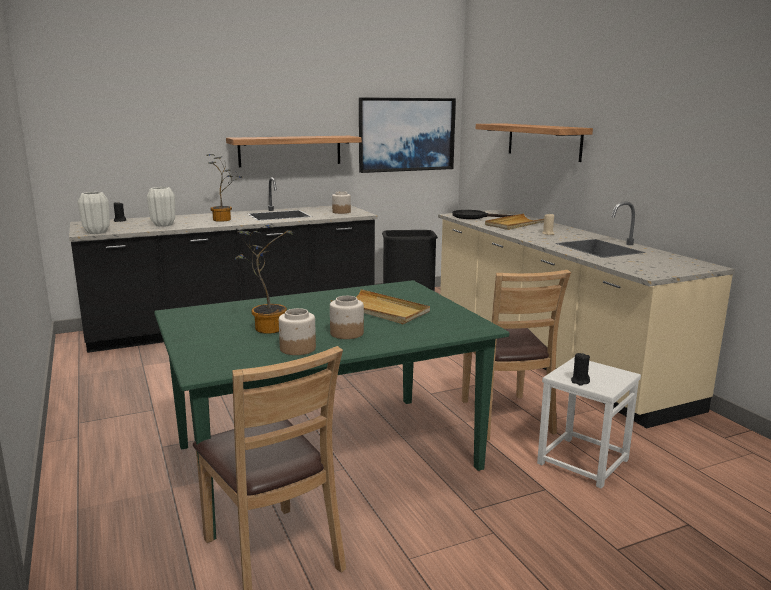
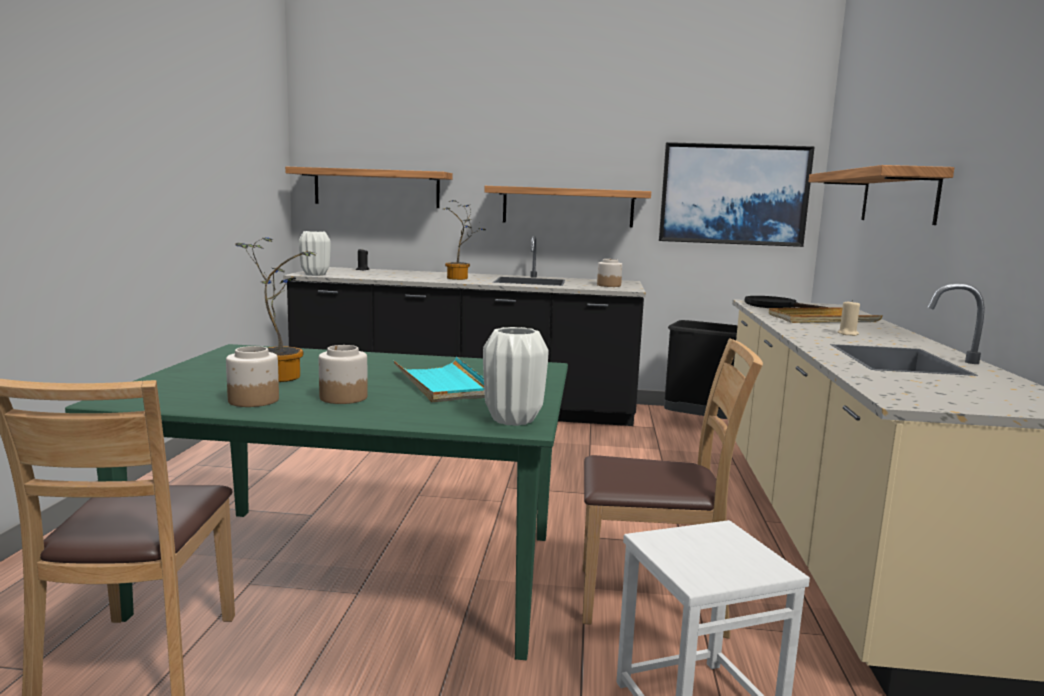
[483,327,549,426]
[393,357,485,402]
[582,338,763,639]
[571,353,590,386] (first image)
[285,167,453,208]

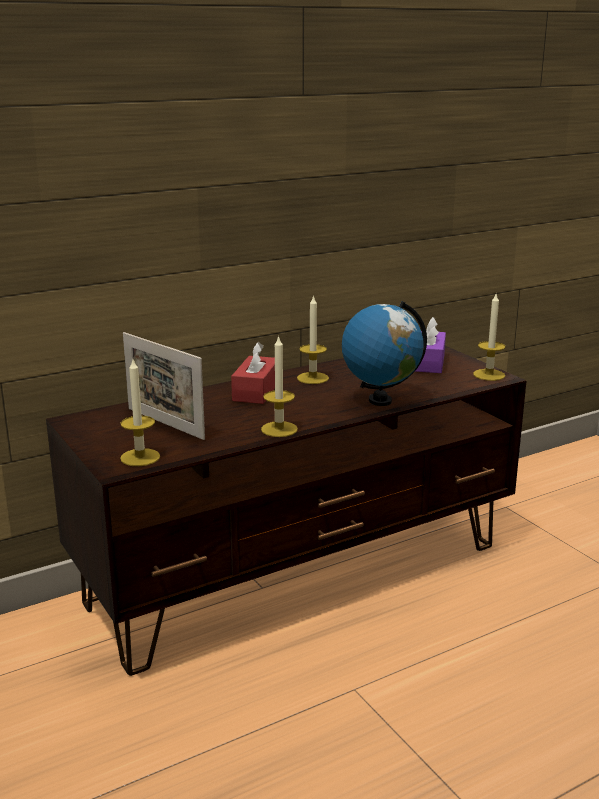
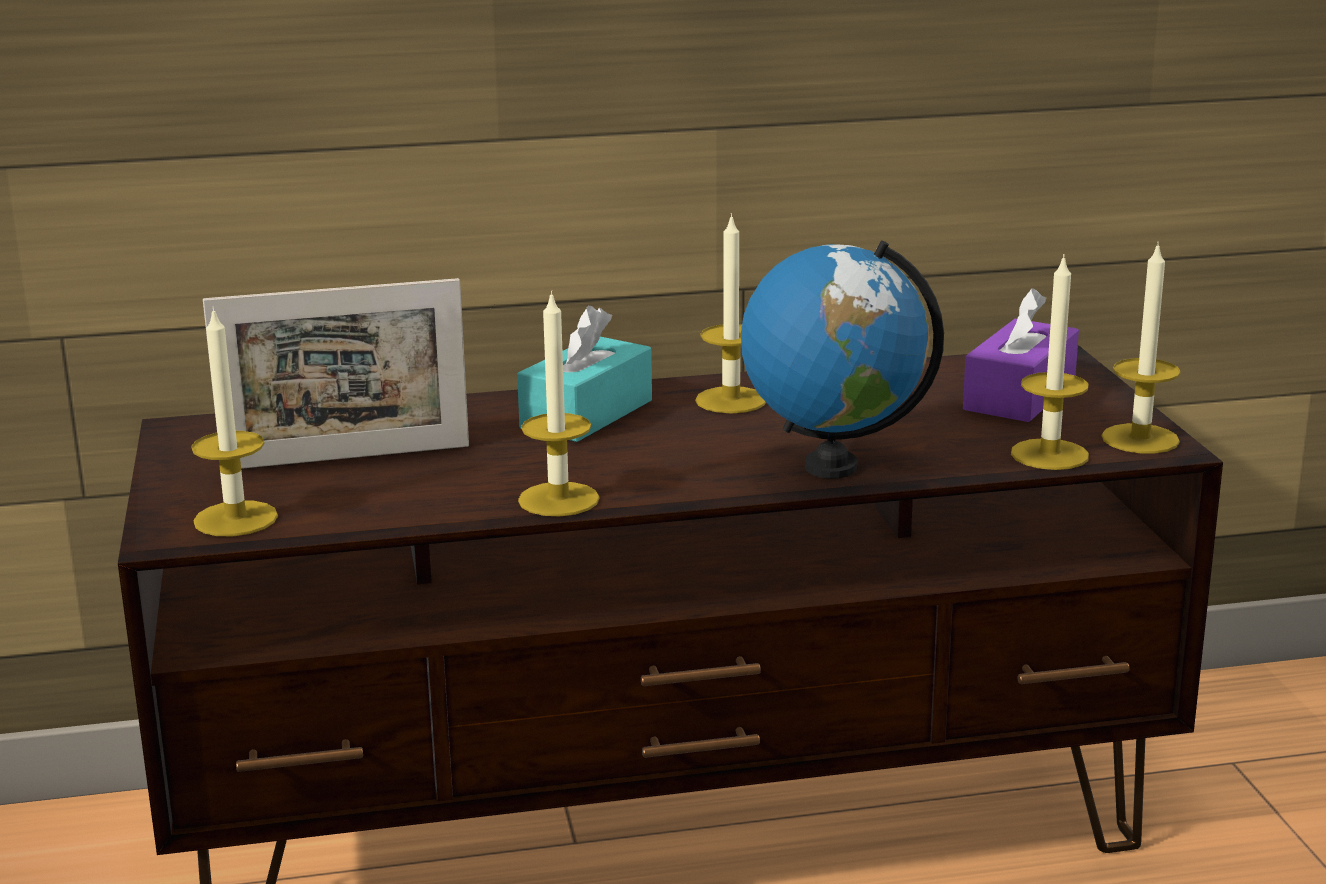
[203,278,469,469]
[517,306,652,442]
[1011,254,1089,470]

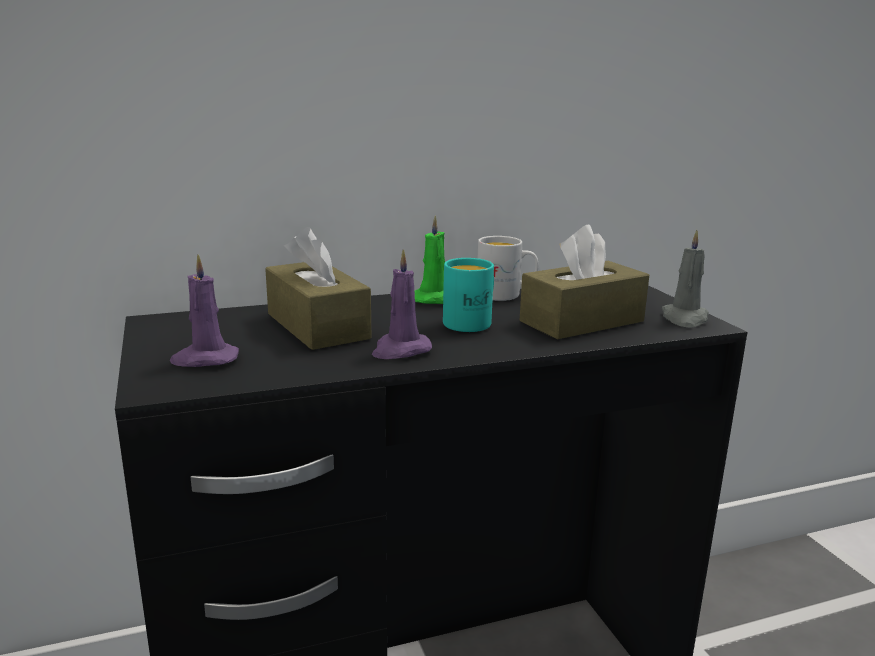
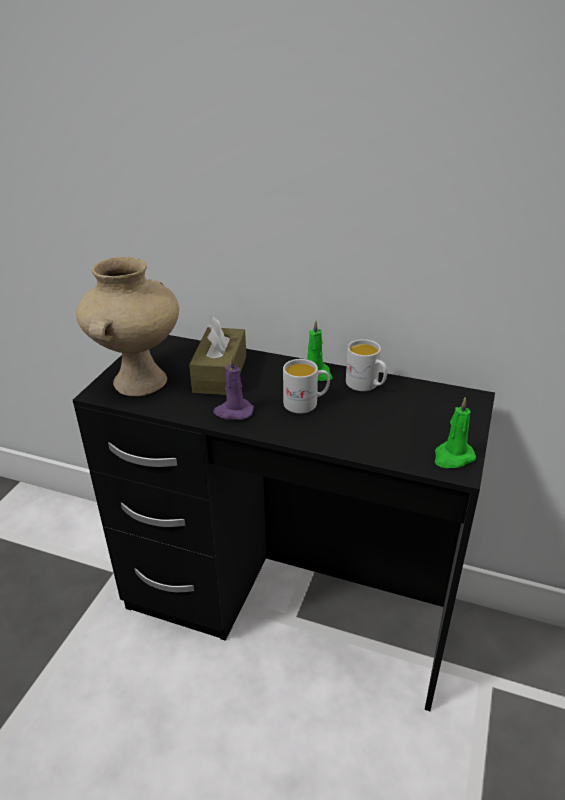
[76,257,179,396]
[283,359,330,413]
[520,225,649,339] (first image)
[435,397,476,468]

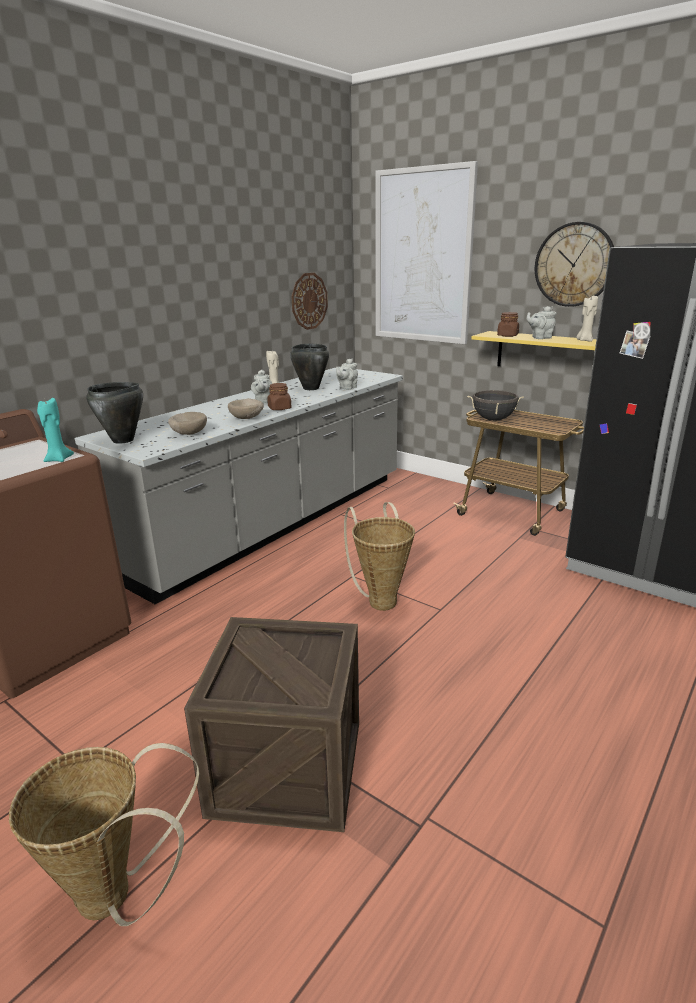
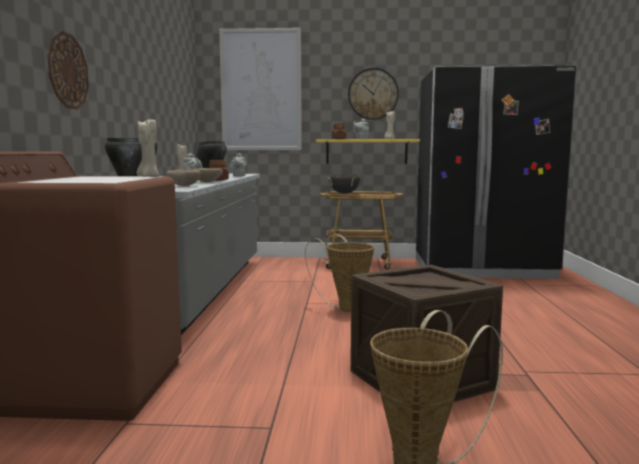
[136,117,159,177]
[47,31,89,110]

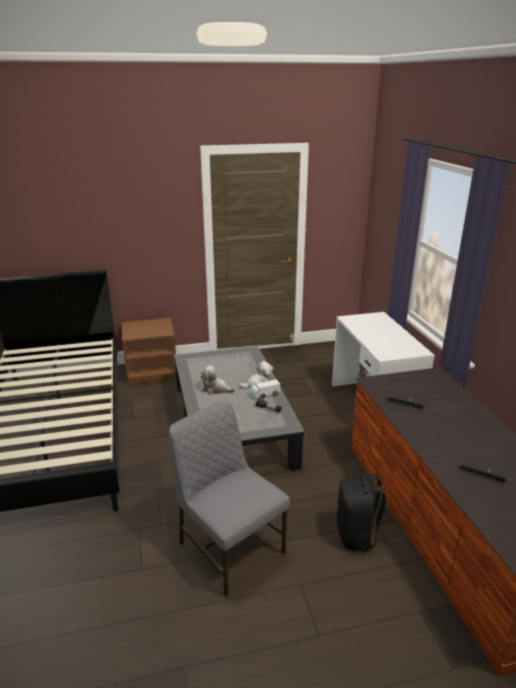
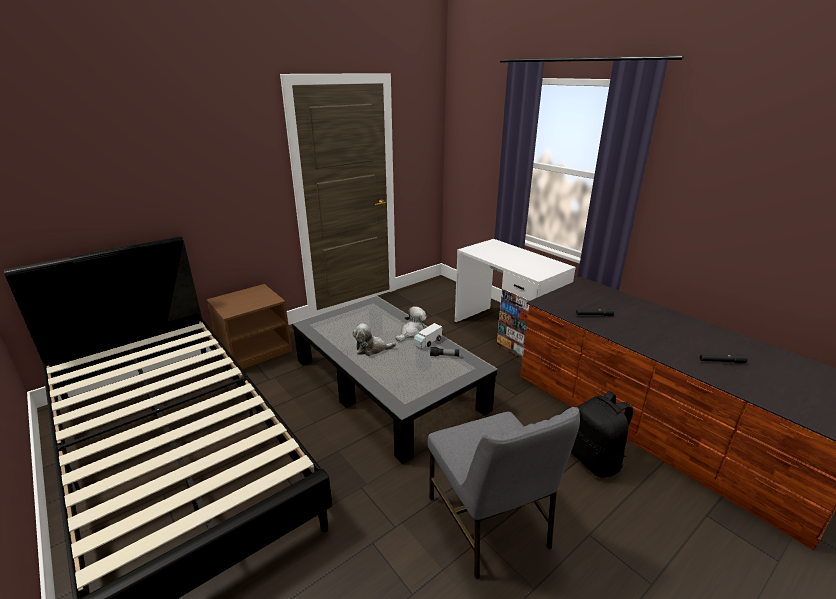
[428,407,580,580]

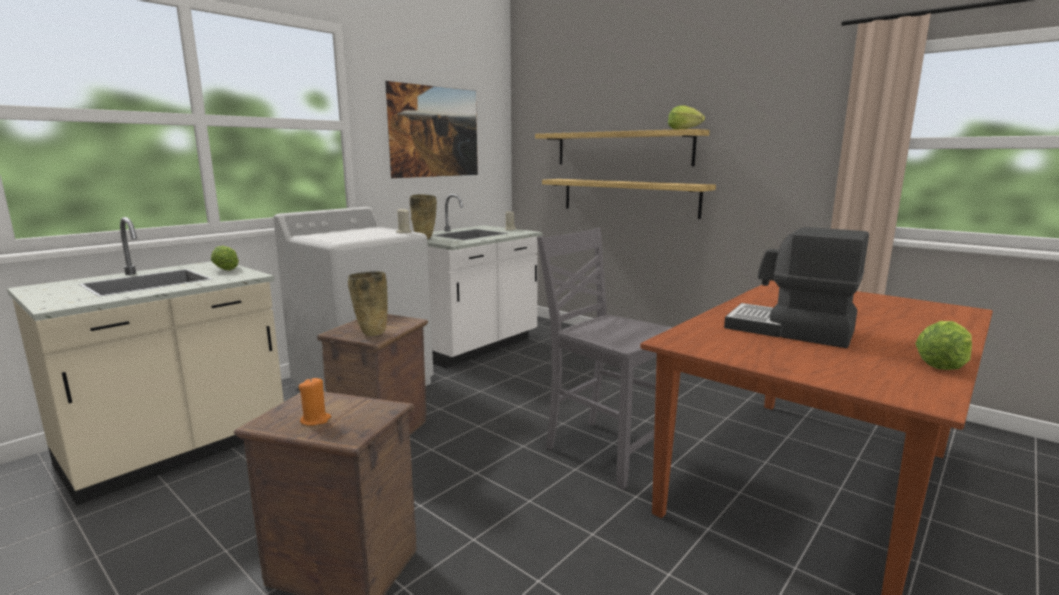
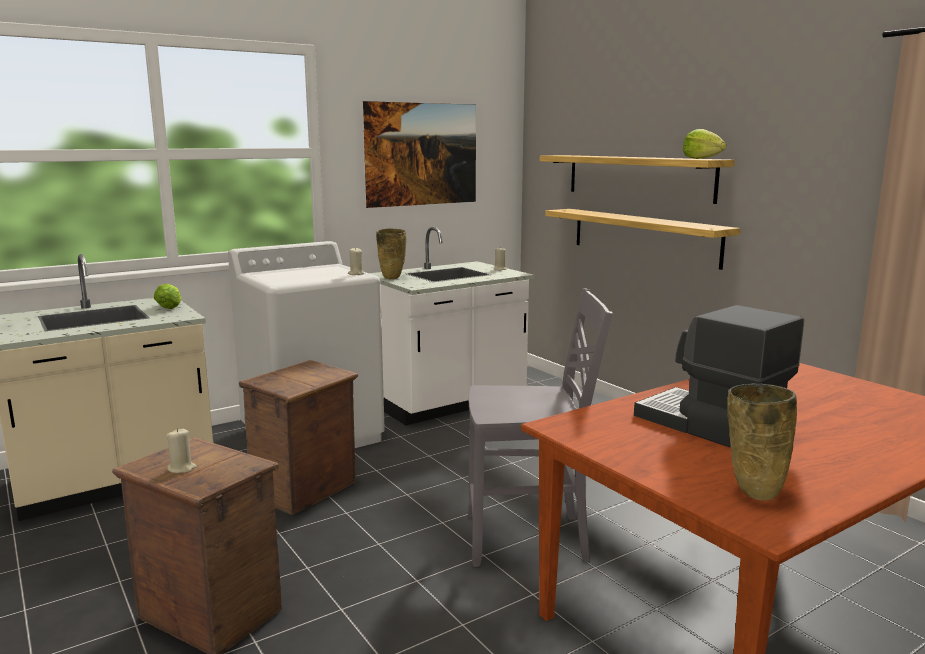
[166,428,197,473]
[727,383,797,500]
[468,288,612,567]
[915,321,972,370] (first image)

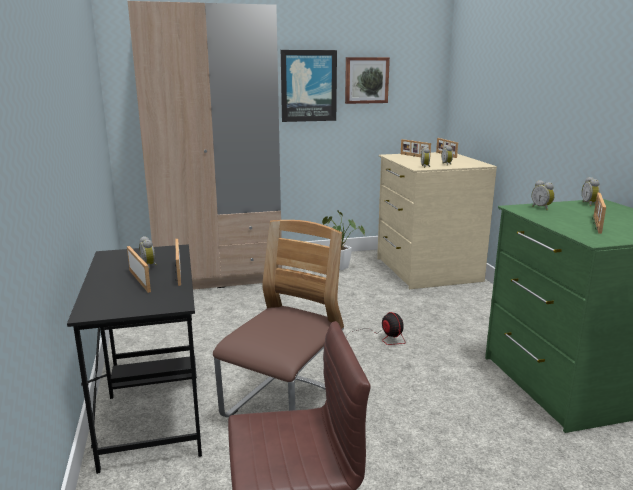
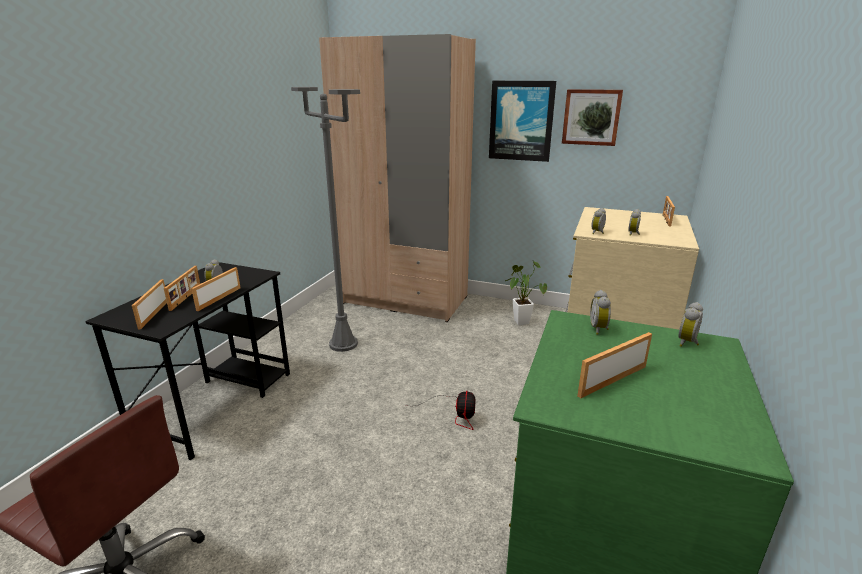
[213,220,344,417] (first image)
[132,279,167,329]
[291,87,360,352]

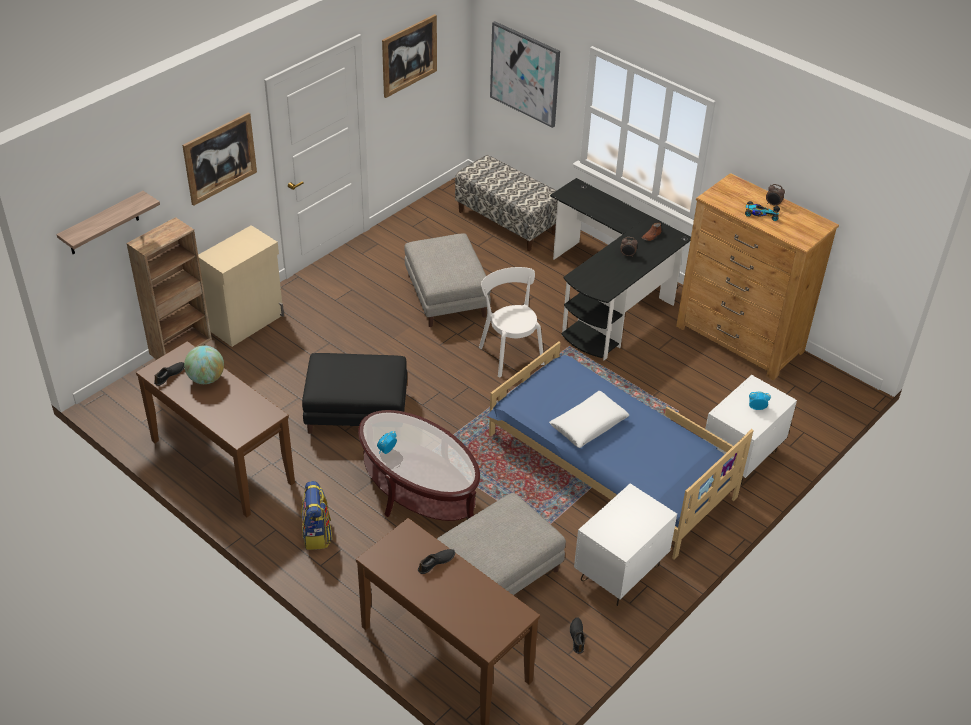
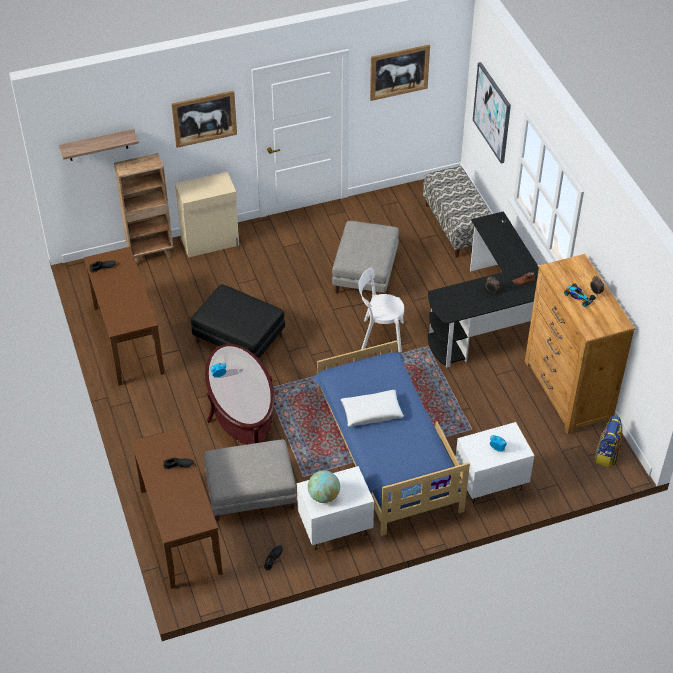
[308,470,340,503]
[595,415,623,467]
[358,268,404,352]

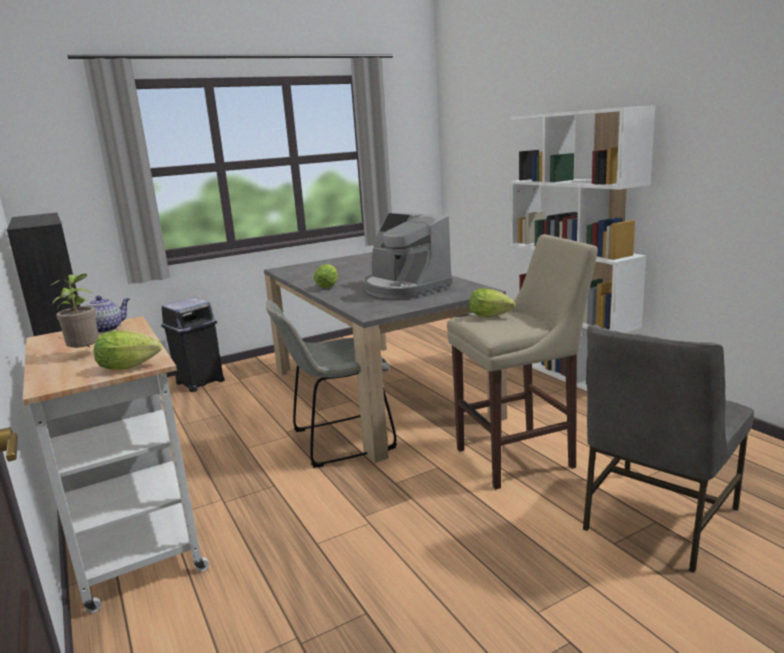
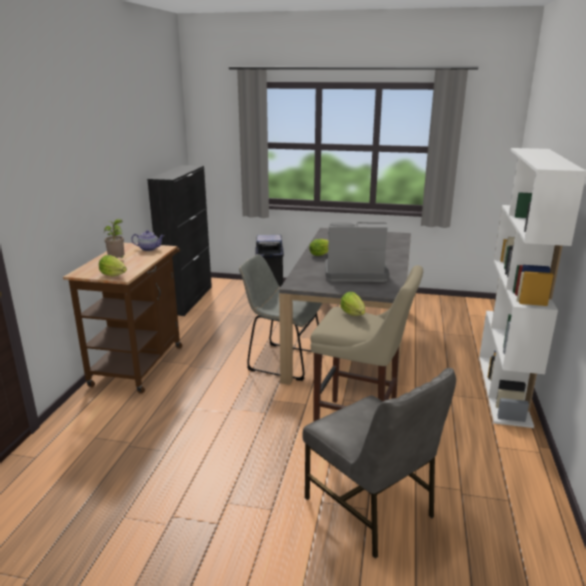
[63,243,182,394]
[325,222,390,282]
[302,368,456,559]

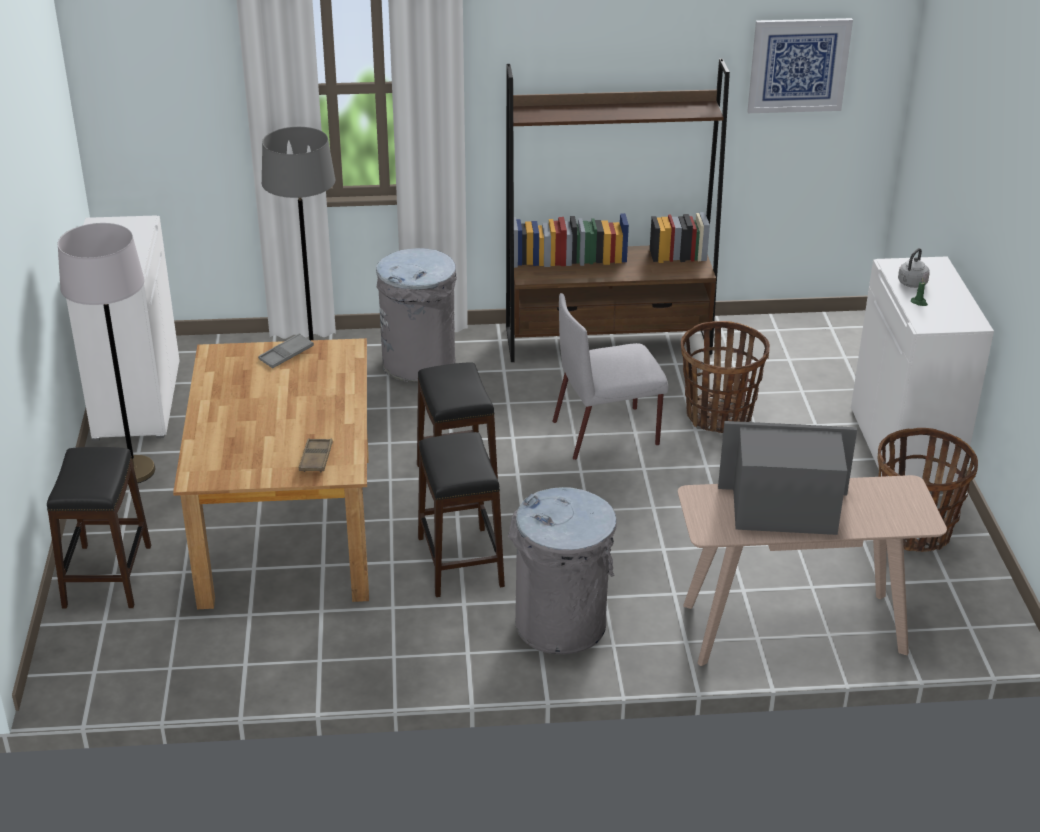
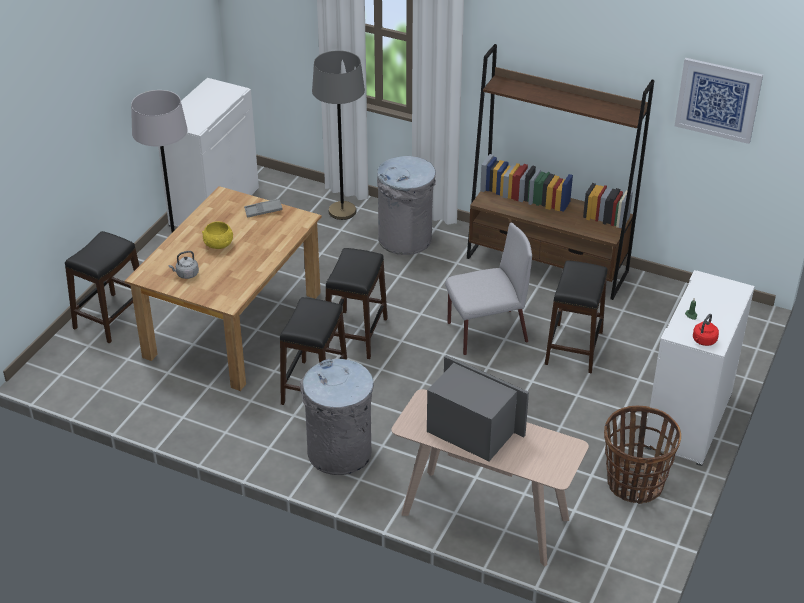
[299,438,333,472] (first image)
[445,222,532,355]
[545,260,607,373]
[168,251,199,279]
[202,221,233,249]
[693,314,719,346]

